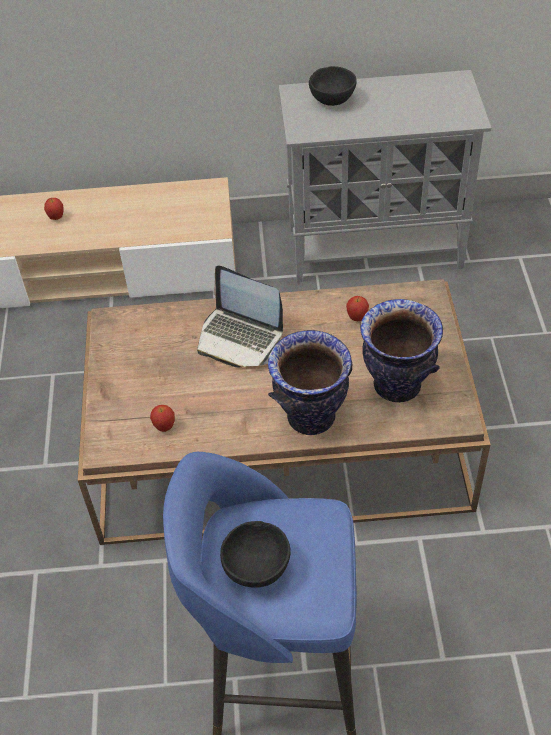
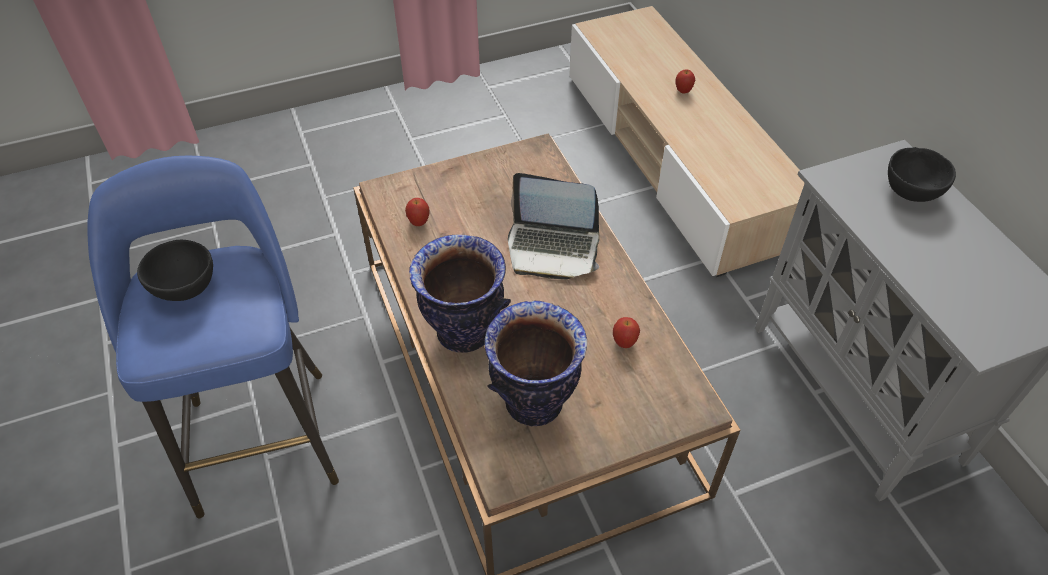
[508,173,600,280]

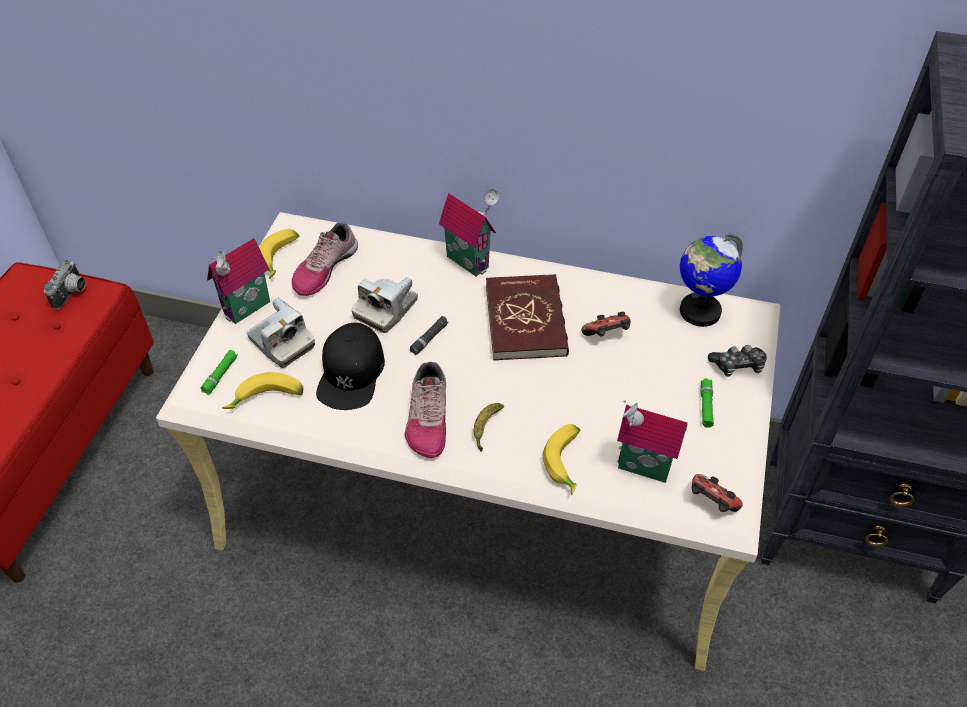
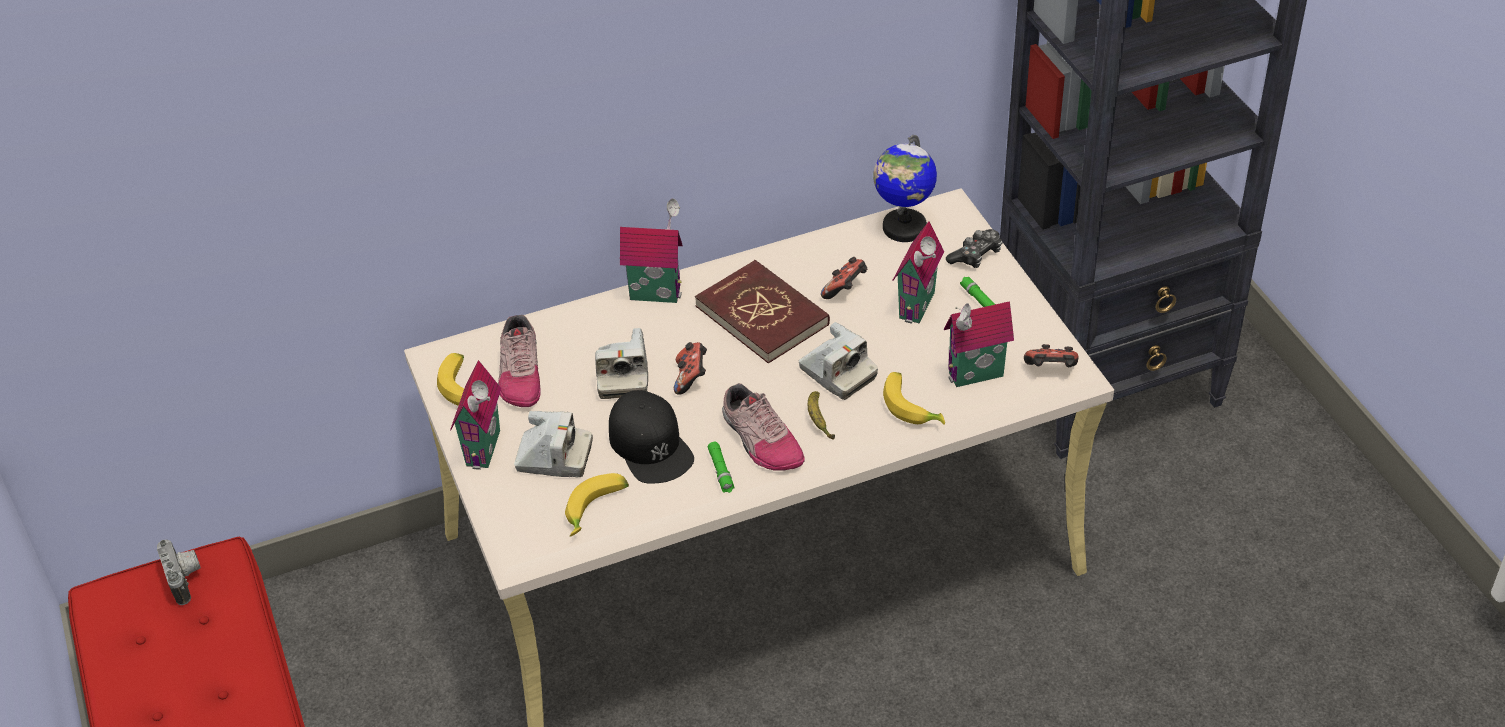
[708,442,735,493]
[674,342,707,395]
[799,322,878,400]
[892,221,944,324]

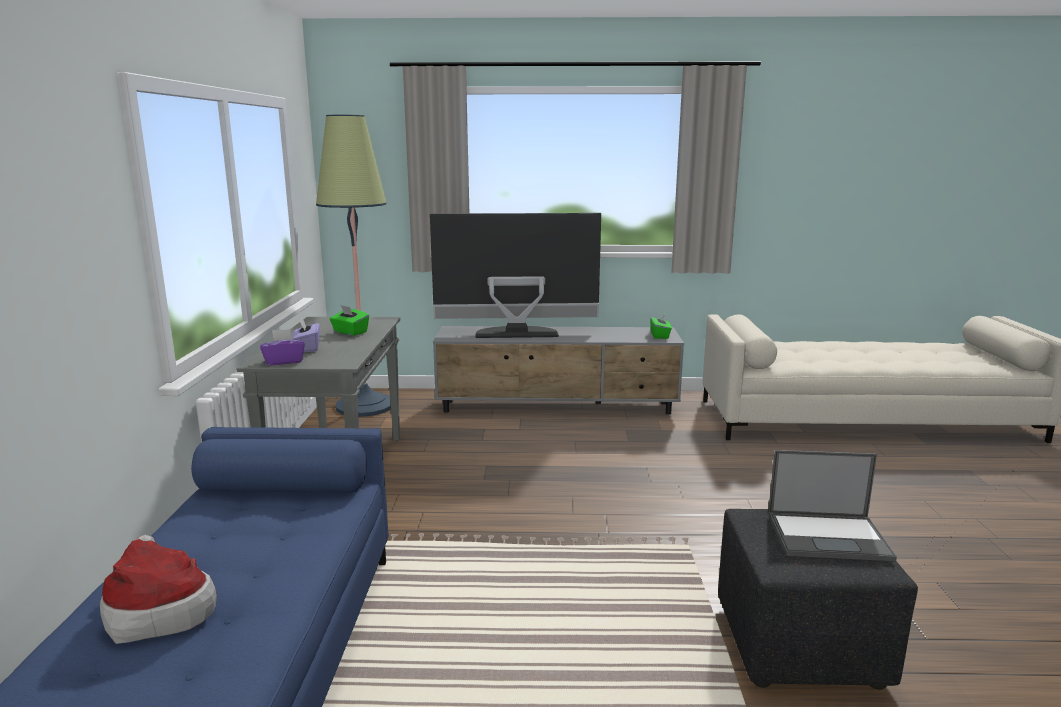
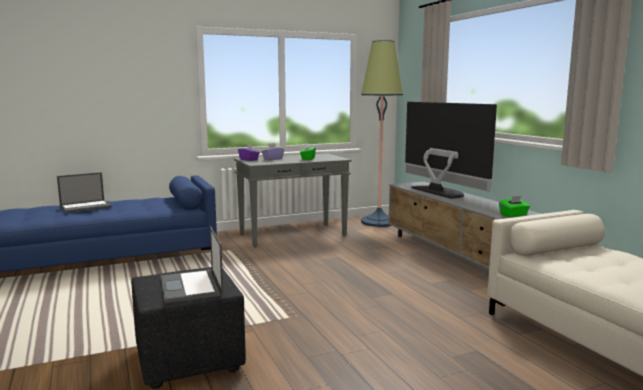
[57,172,112,213]

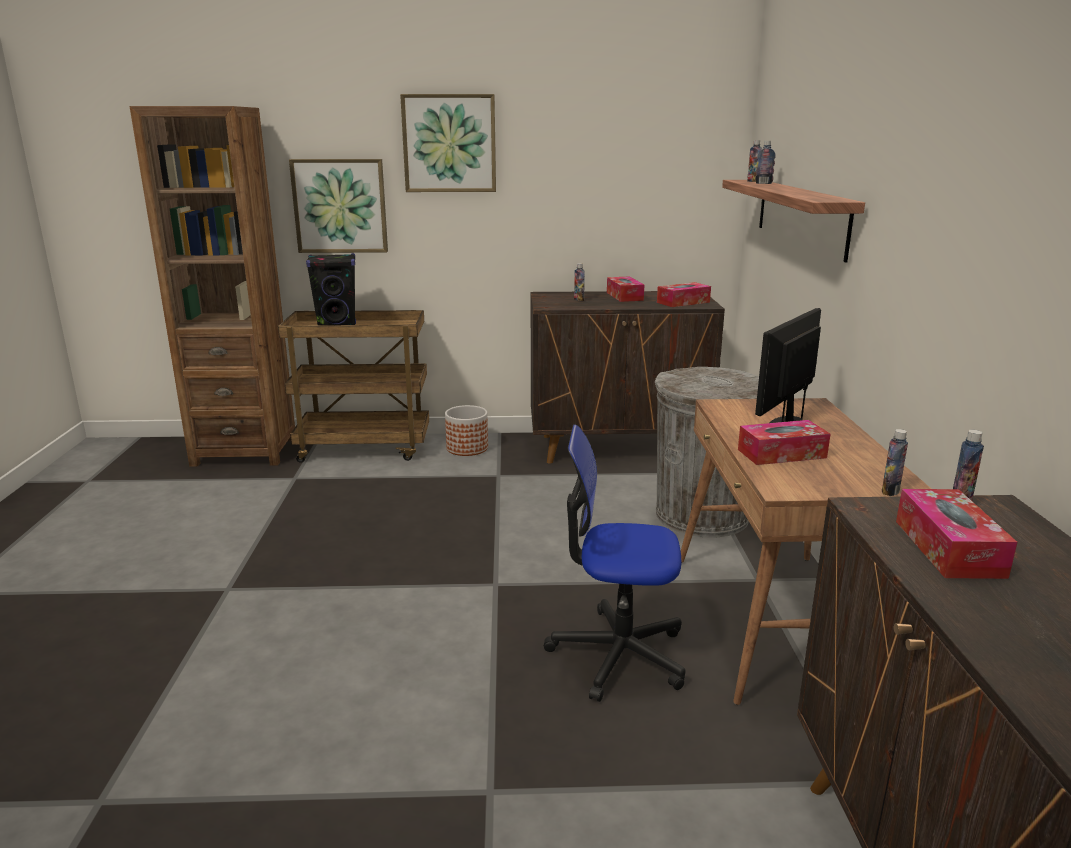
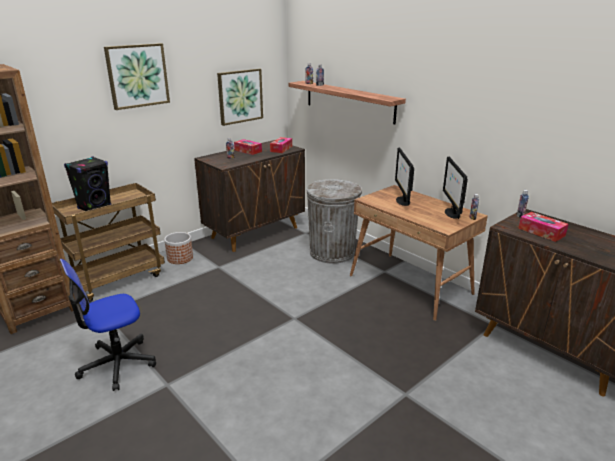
[217,68,263,126]
[60,259,156,391]
[738,420,830,465] (first image)
[443,156,468,219]

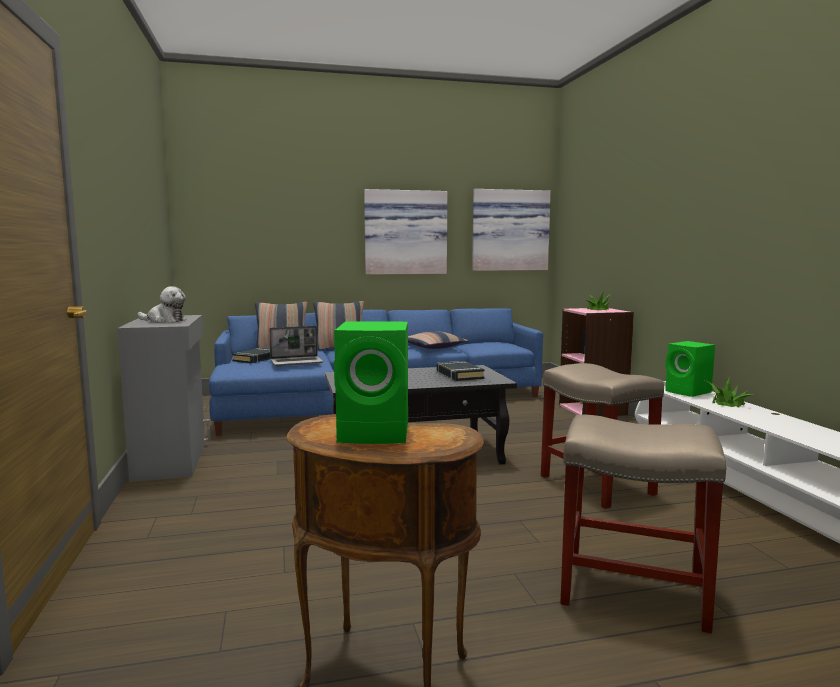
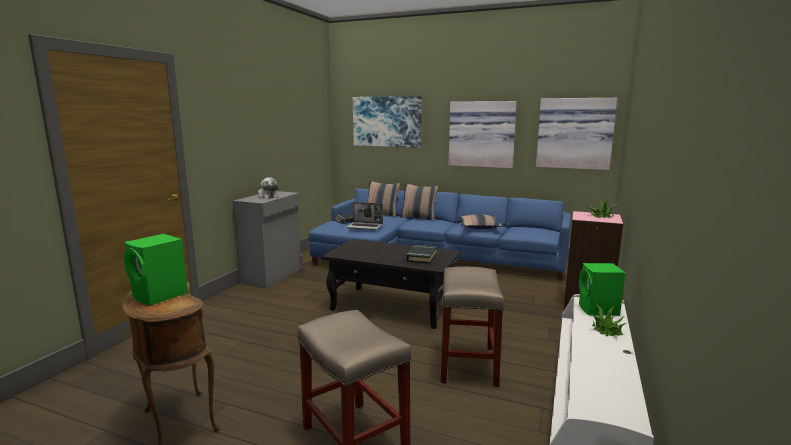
[353,96,422,148]

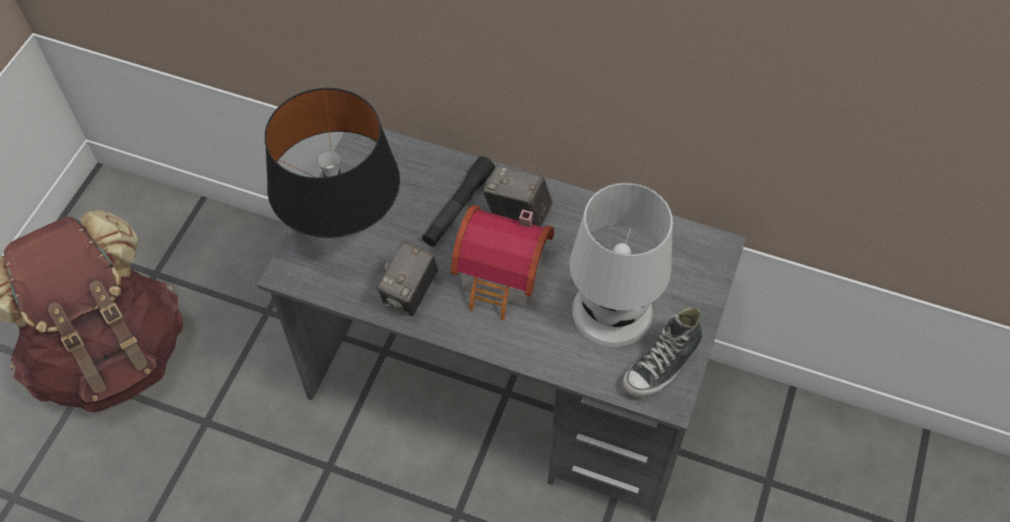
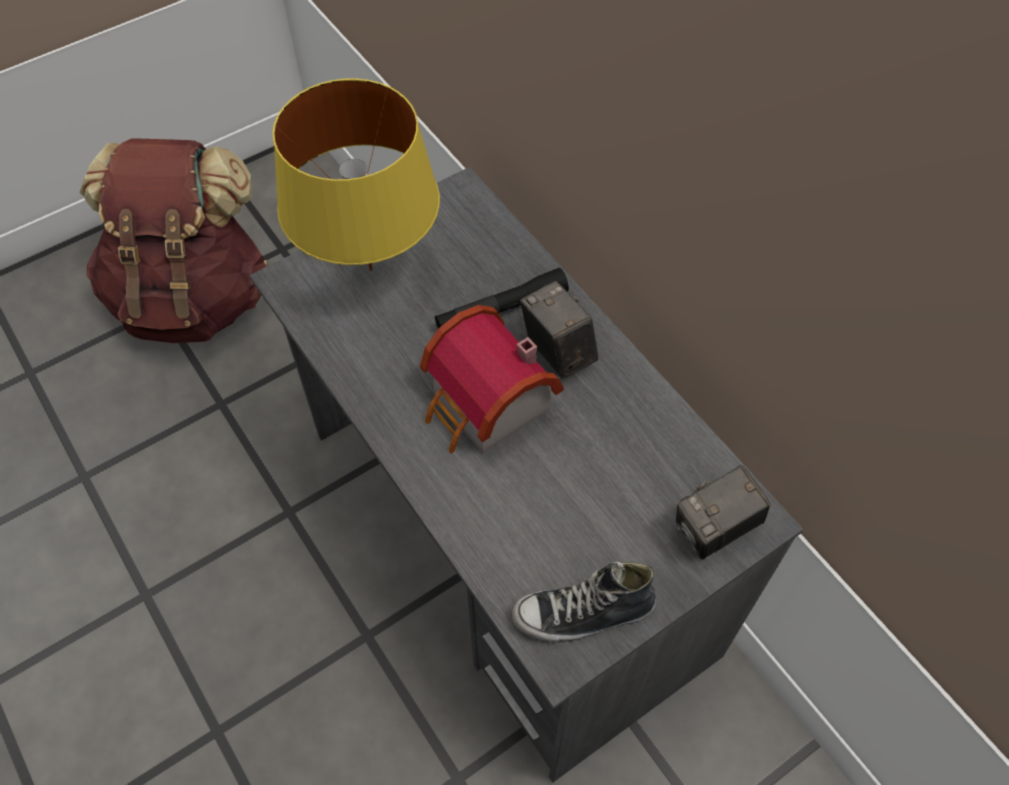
[273,78,440,271]
[676,465,770,559]
[570,183,673,347] (first image)

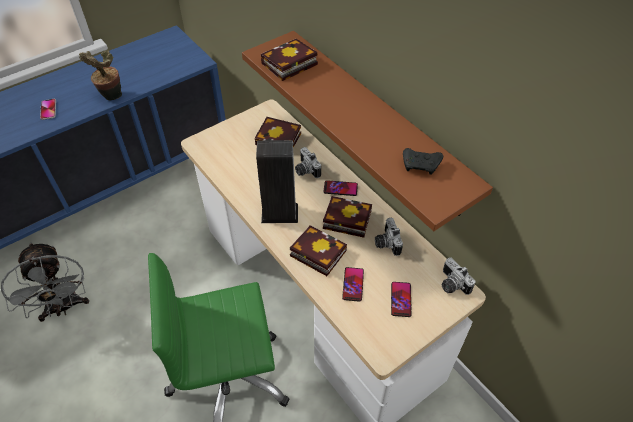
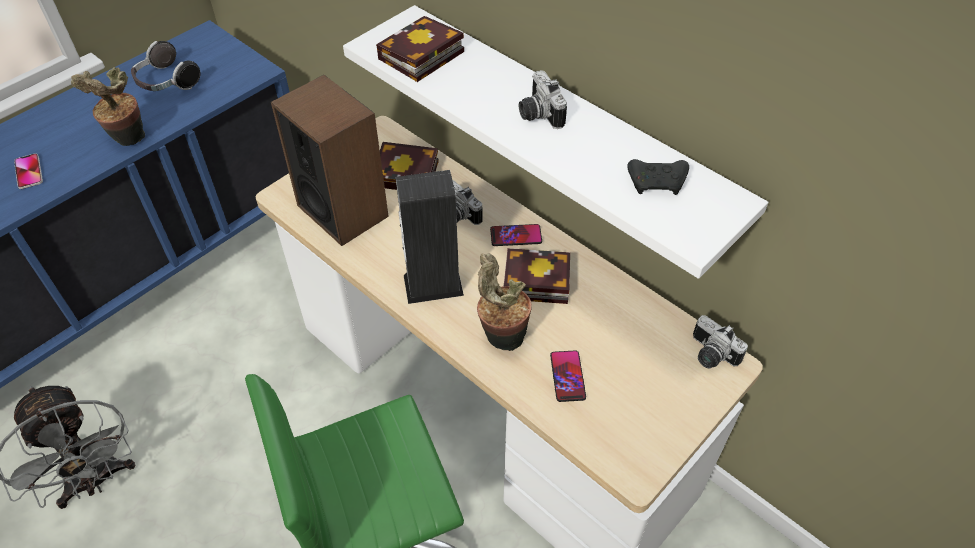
[343,5,769,279]
[477,254,532,351]
[519,70,567,129]
[391,282,411,317] (first image)
[131,41,200,91]
[271,75,389,246]

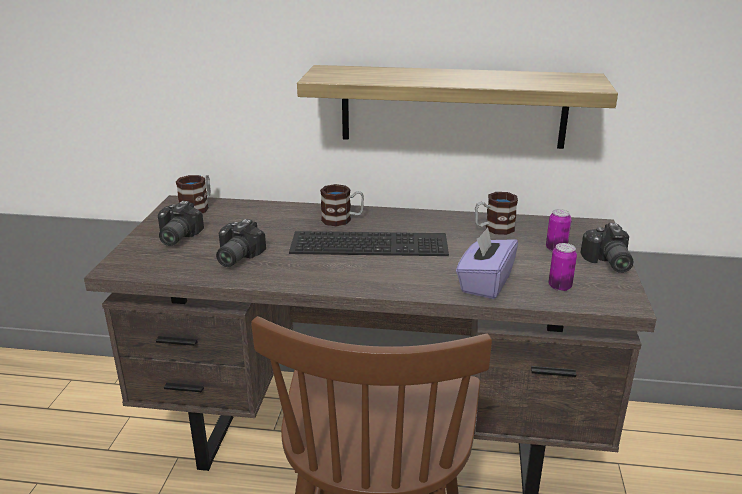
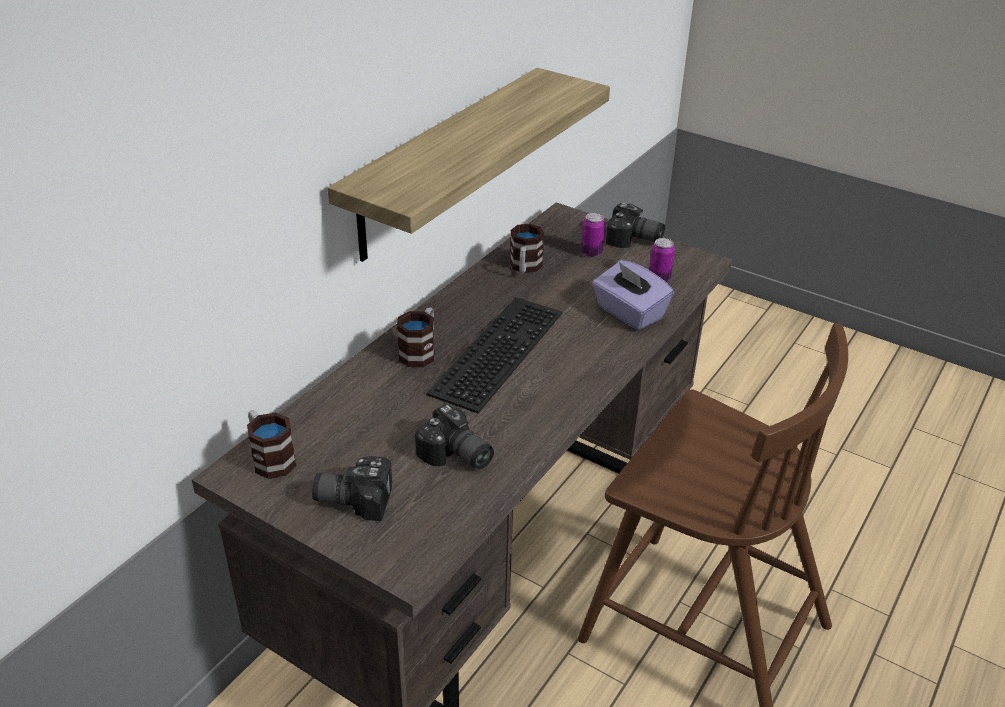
[312,456,392,521]

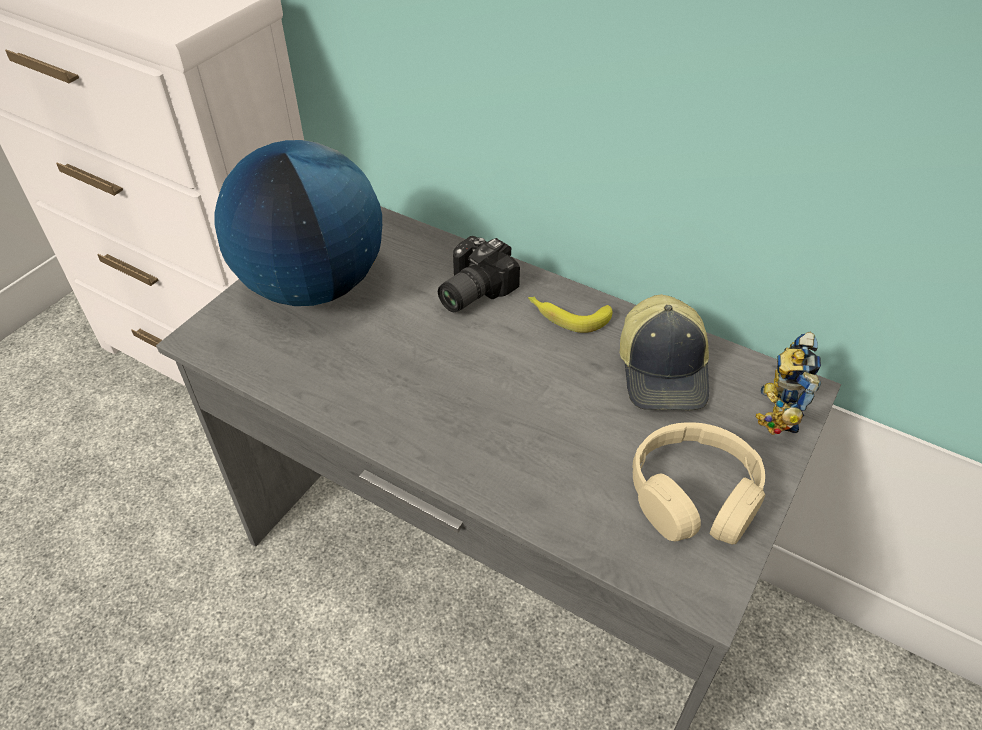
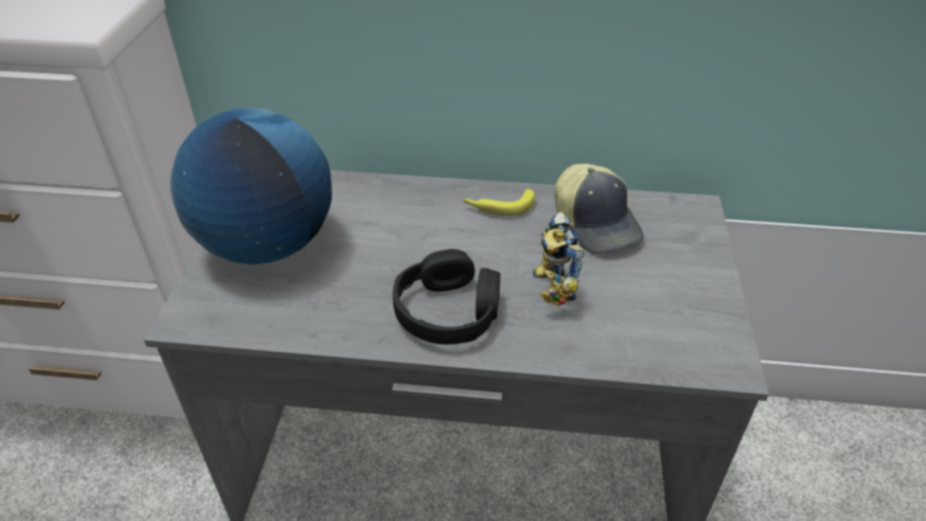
[438,236,520,312] (first image)
[632,422,765,544] (first image)
[533,212,584,307]
[393,249,500,345]

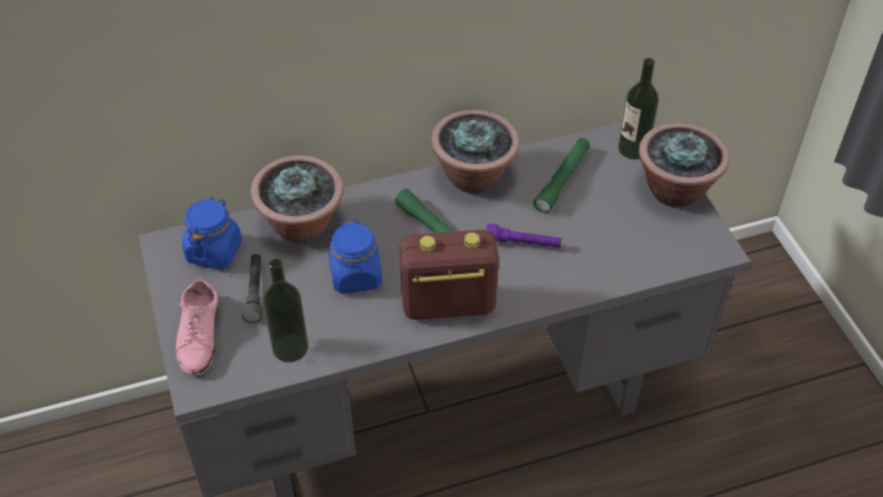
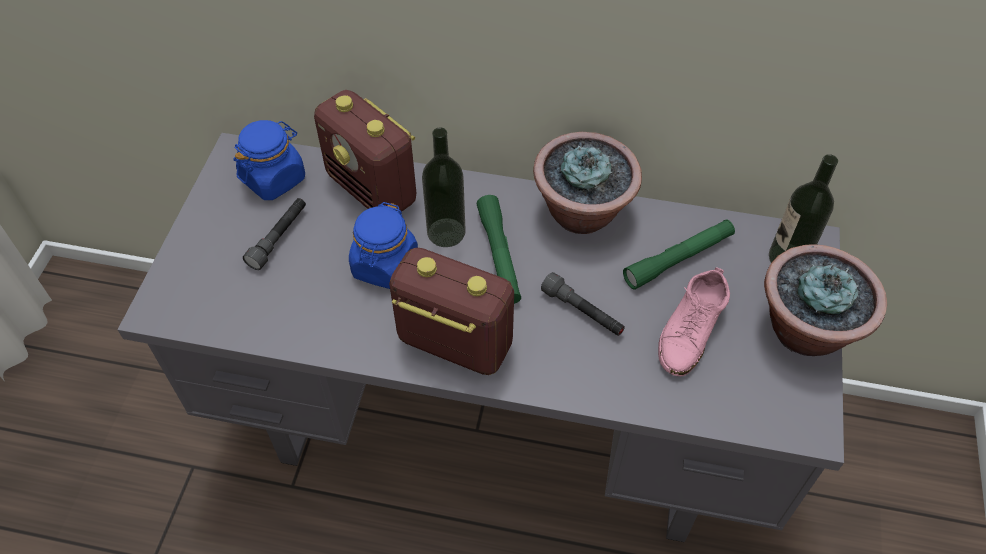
[658,267,730,376]
[314,90,416,212]
[422,127,466,247]
[541,272,625,336]

